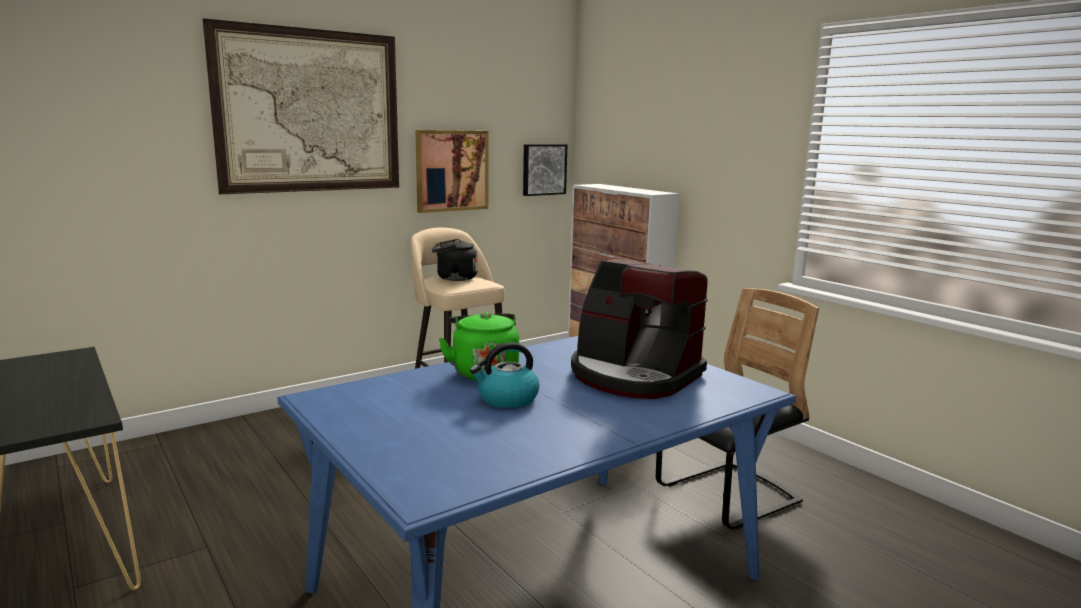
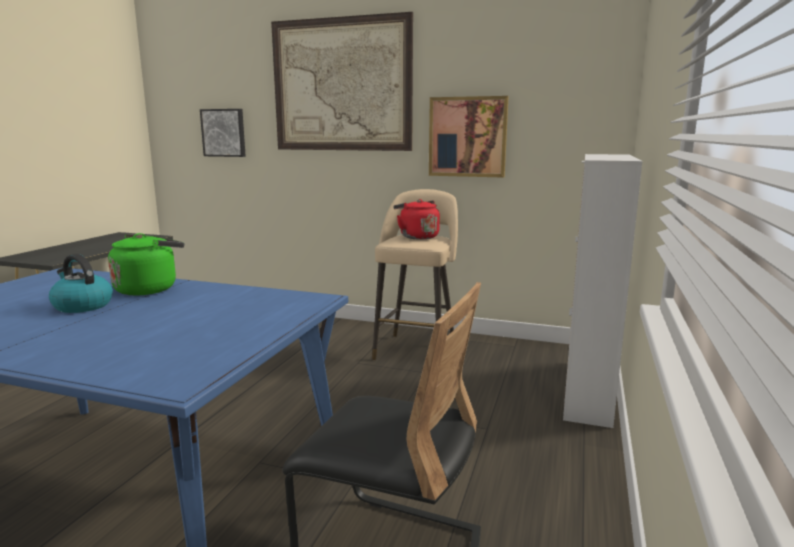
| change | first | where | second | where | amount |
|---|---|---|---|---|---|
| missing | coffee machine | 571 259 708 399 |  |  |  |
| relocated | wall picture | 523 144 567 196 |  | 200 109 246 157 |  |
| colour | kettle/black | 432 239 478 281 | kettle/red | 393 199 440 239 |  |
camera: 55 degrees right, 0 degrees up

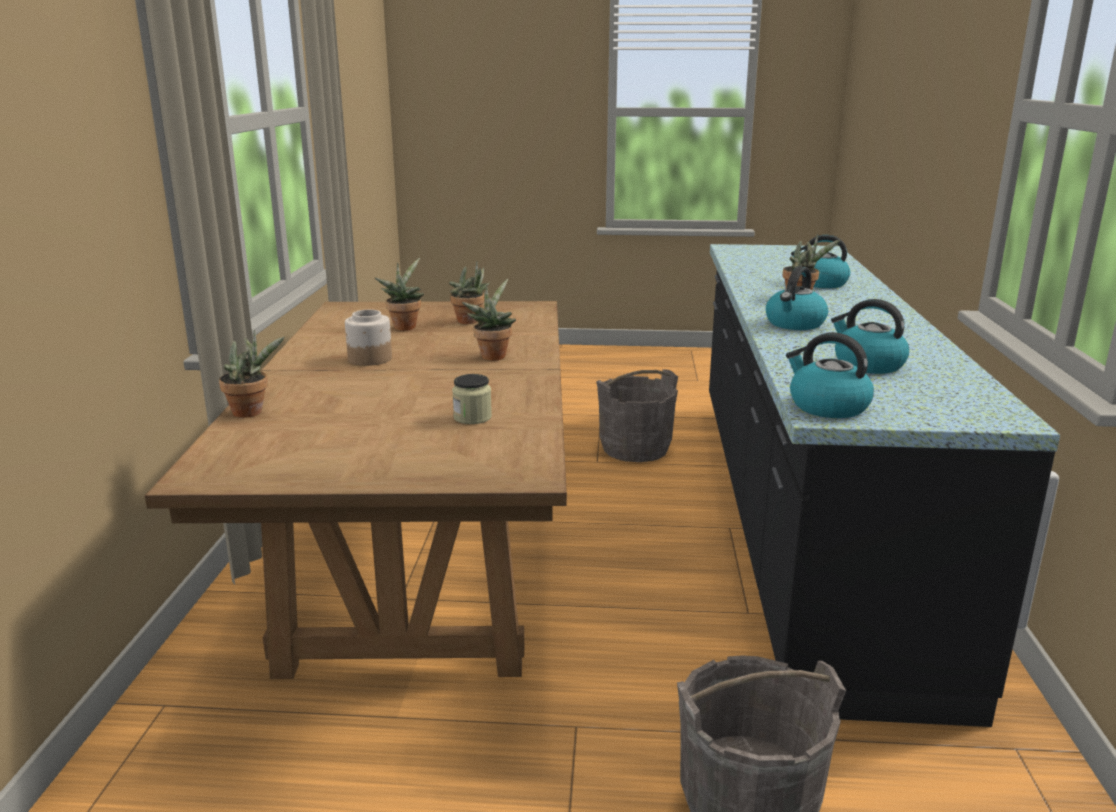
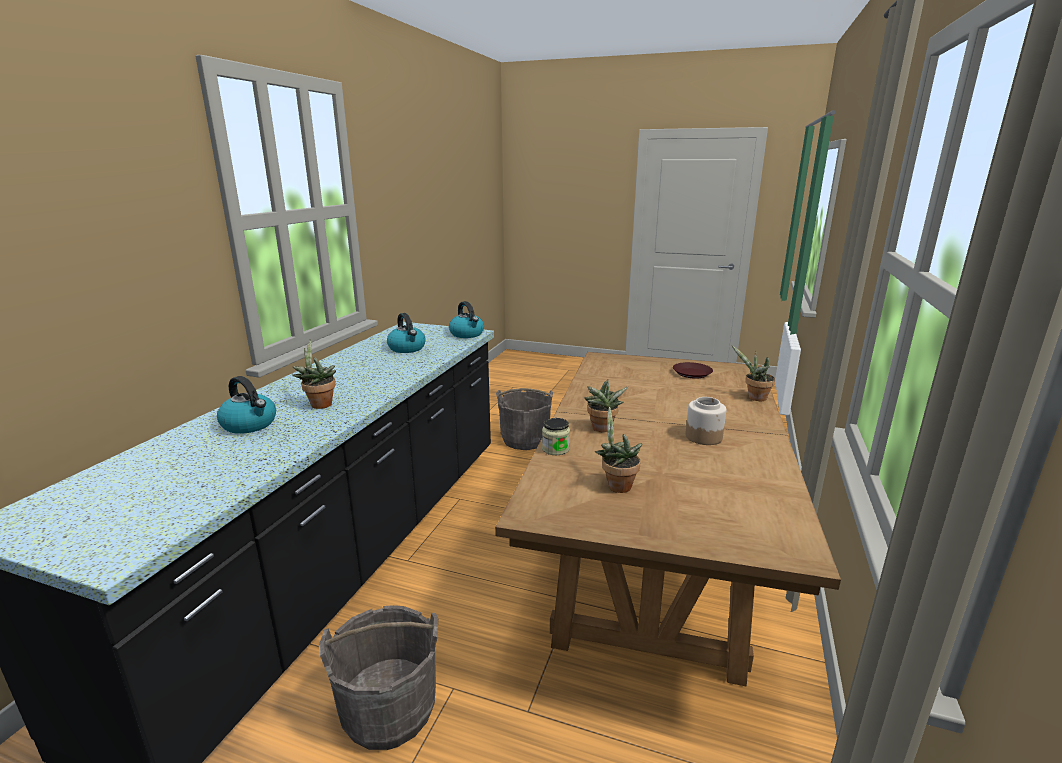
| change | first | where | second | where | amount |
|---|---|---|---|---|---|
| missing | plant in a pot | 375 258 424 331 |  |  |  |
| missing | kettle | 766 266 828 330 |  |  |  |
| appeared |  |  | dinner plate/brown-coloured | 673 362 713 379 |  |
| relocated | preserve jar | 452 374 492 424 |  | 542 418 570 455 |  |
camera: 165 degrees left, 0 degrees up

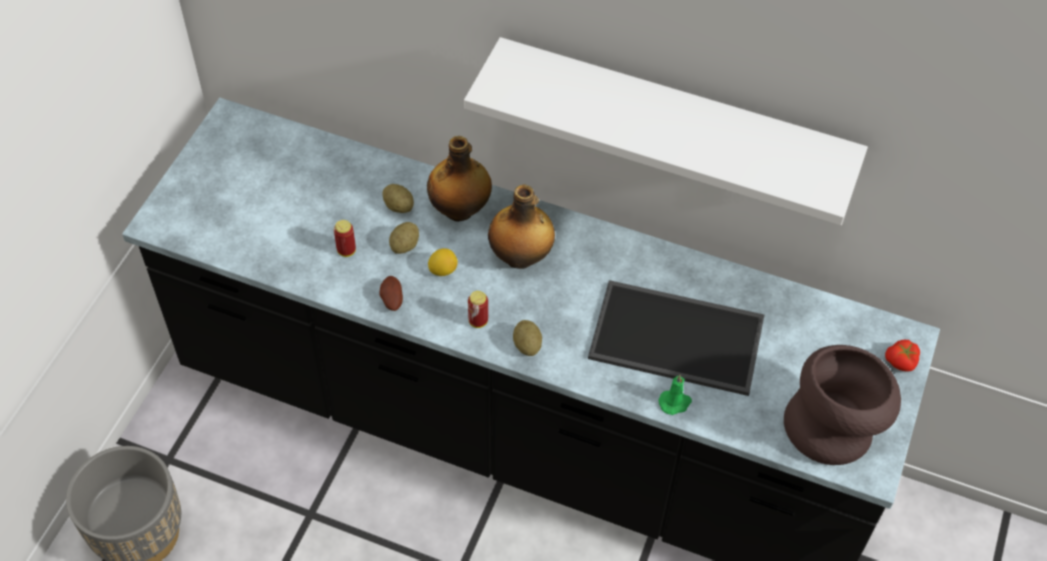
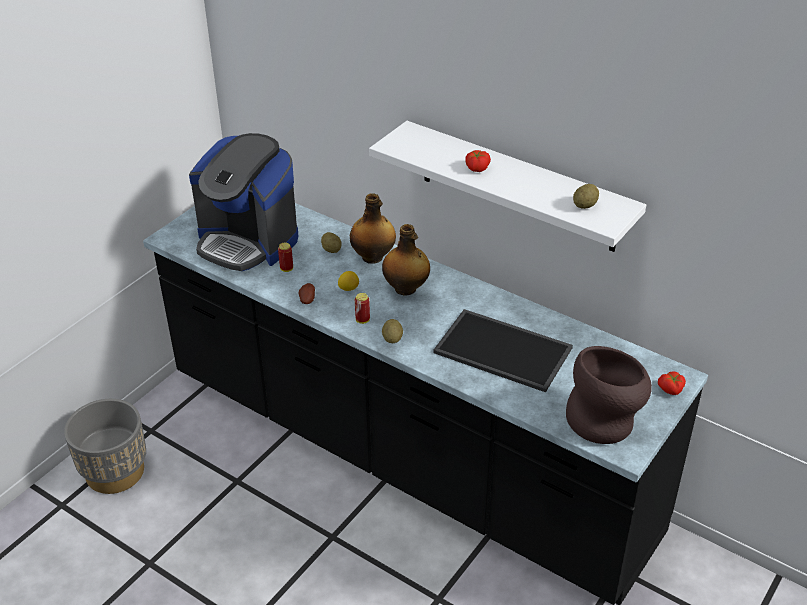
| change | first | where | second | where | amount |
|---|---|---|---|---|---|
| missing | candle/green | 658 375 692 415 |  |  |  |
| appeared |  |  | coffee machine | 189 133 298 271 |  |
| appeared |  |  | tomato | 465 150 491 172 |  |
| relocated | spud | 389 222 419 254 |  | 573 184 599 209 |  |
camera: 15 degrees right, 15 degrees down

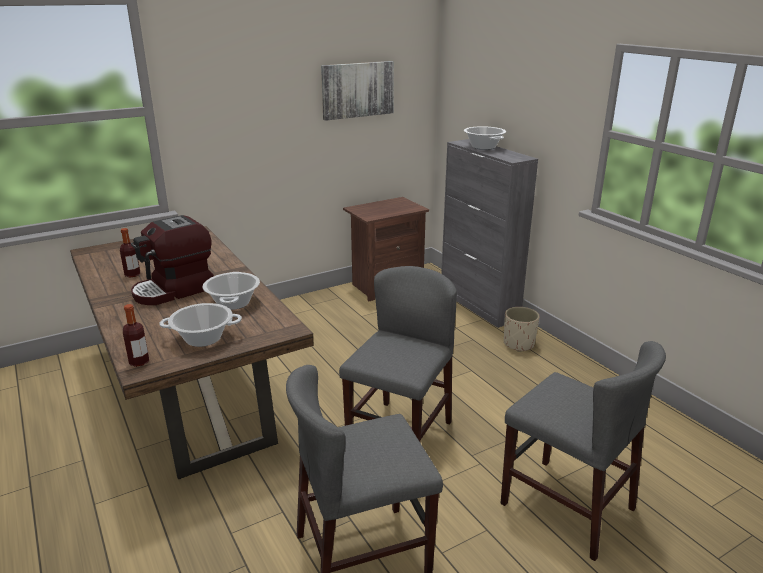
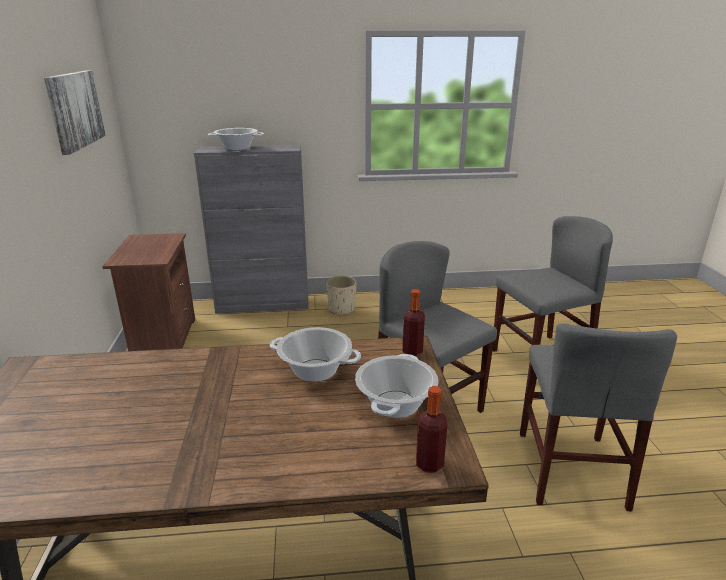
| change | first | where | second | where | amount |
|---|---|---|---|---|---|
| missing | coffee machine | 131 215 214 305 |  |  |  |
| relocated | drink bottle | 120 228 140 277 |  | 403 289 425 356 |  |
camera: 65 degrees left, 0 degrees up

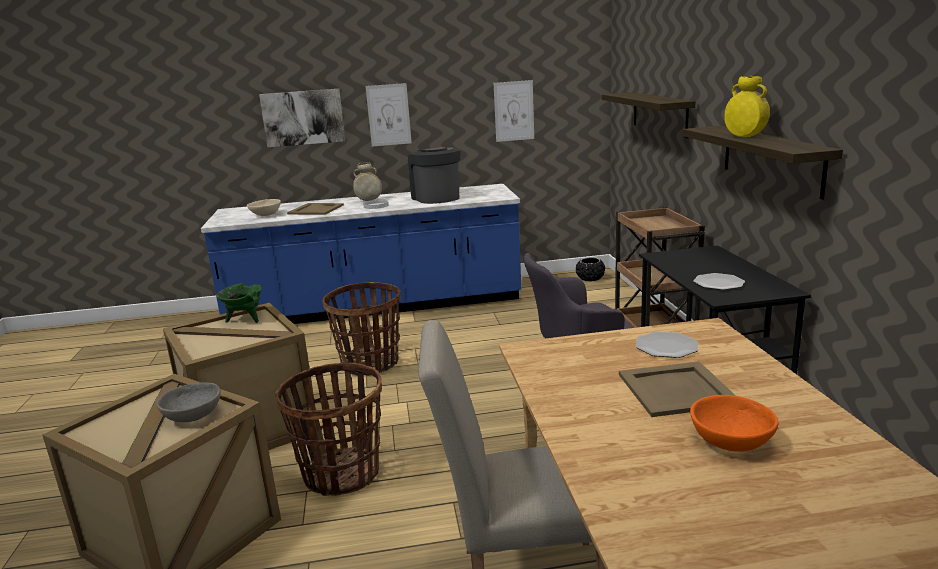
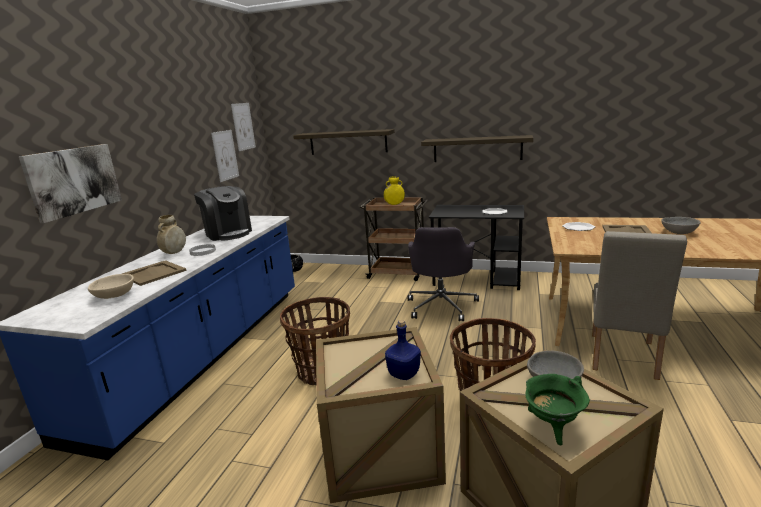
| change | first | where | second | where | amount |
|---|---|---|---|---|---|
| appeared |  |  | drink bottle/bluish | 385 320 421 380 |  |
| relocated | saucepot/green | 216 283 261 323 |  | 525 374 590 445 |  |
| relocated | wall picture | 366 83 412 147 |  | 231 103 256 151 |  |
| relocated | vase/yellow | 724 76 770 137 |  | 384 176 405 205 |  |
| colour | bowl/orange | 690 395 779 452 | bowl/gray | 662 217 701 234 |  |
| spun | coffee machine | 408 147 460 204 |  | 194 186 252 241 | 135 degrees counterclockwise |
camera: 65 degrees left, 0 degrees up

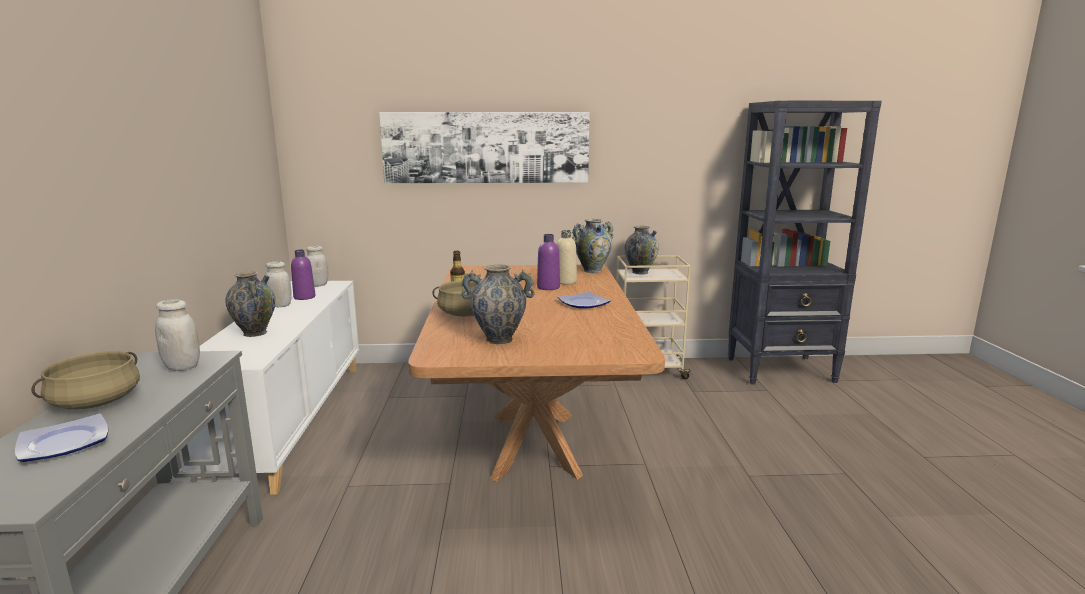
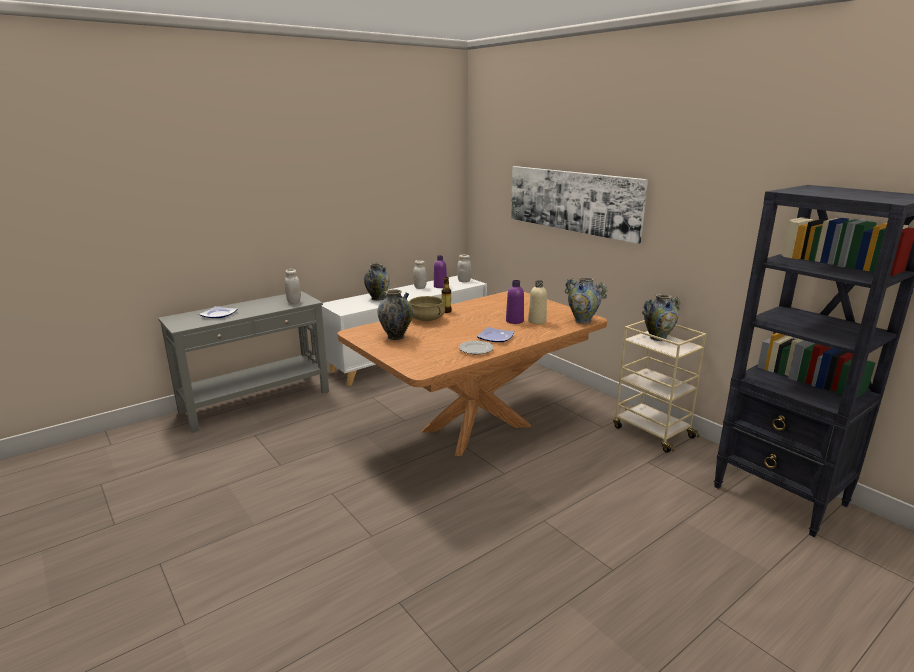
| change | first | where | second | where | amount |
|---|---|---|---|---|---|
| missing | saucepot/sand-coloured | 31 351 140 409 |  |  |  |
| appeared |  |  | dinner plate | 459 341 494 355 |  |
camera: 55 degrees right, 5 degrees up

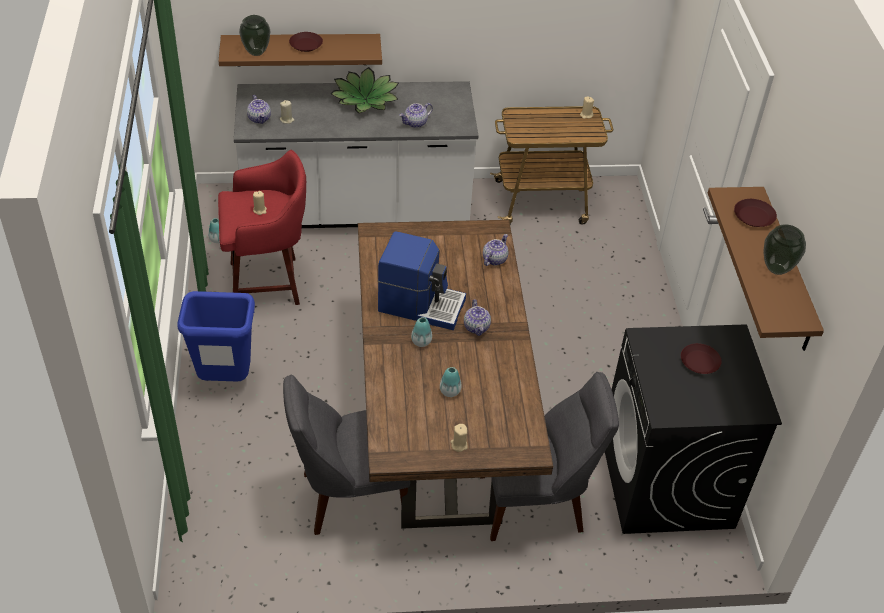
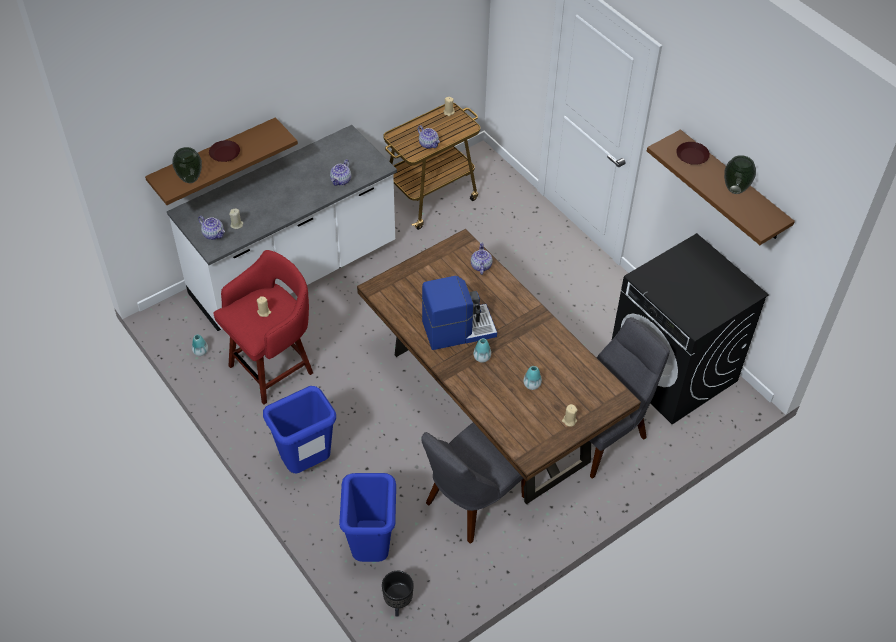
| change | first | where | second | where | amount |
|---|---|---|---|---|---|
| missing | plant in a pot | 330 67 399 113 |  |  |  |
| missing | dinner plate/brown-coloured | 681 343 722 374 |  |  |  |
| appeared |  |  | waste bin/bluish | 339 473 396 562 |  |
| appeared |  |  | flower pot/black | 382 571 414 617 |  |
| relocated | tea pot | 464 299 491 336 |  | 418 125 440 149 |  |
camera: 30 degrees left, 5 degrees up

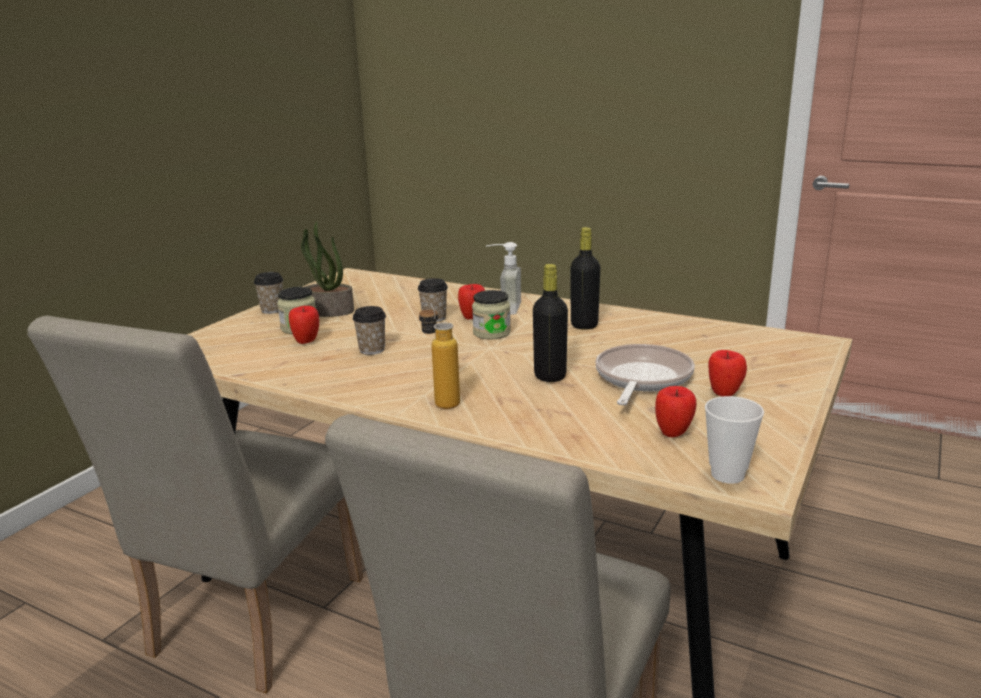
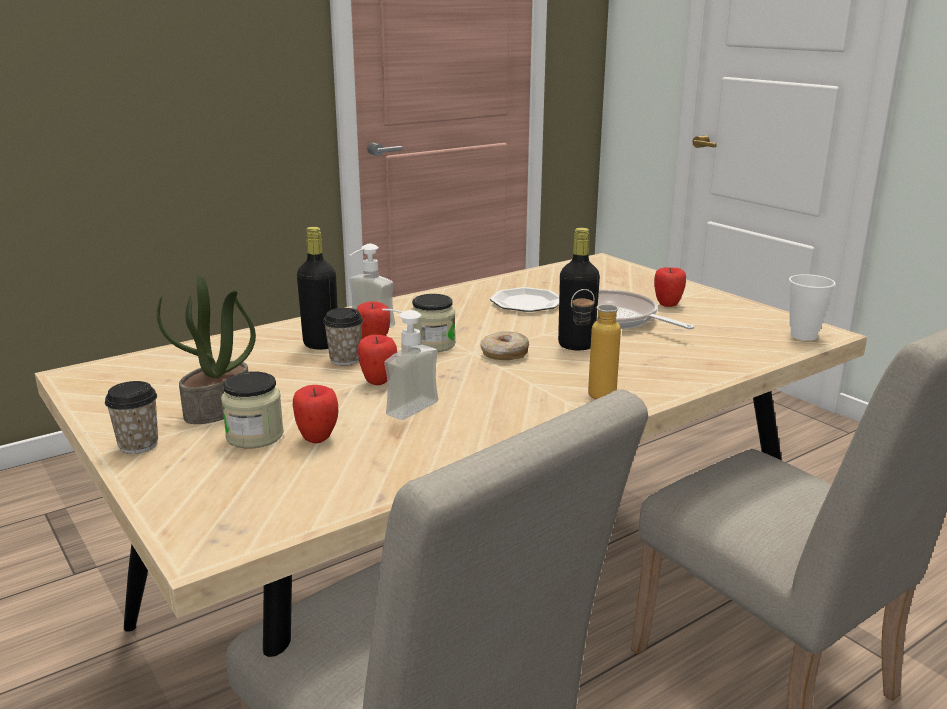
| change | first | where | second | where | amount |
|---|---|---|---|---|---|
| appeared |  |  | ring doughnut | 480 331 529 360 |  |
| appeared |  |  | dinner plate | 490 287 559 312 |  |
| relocated | drink bottle/black | 570 227 600 330 |  | 297 227 337 349 |  |
| relocated | apple | 655 386 696 437 |  | 358 335 397 385 |  |
| exchanged | small cup | 353 306 386 355 | soap dispenser | 382 309 438 420 |  |
camera: 65 degrees left, 0 degrees up

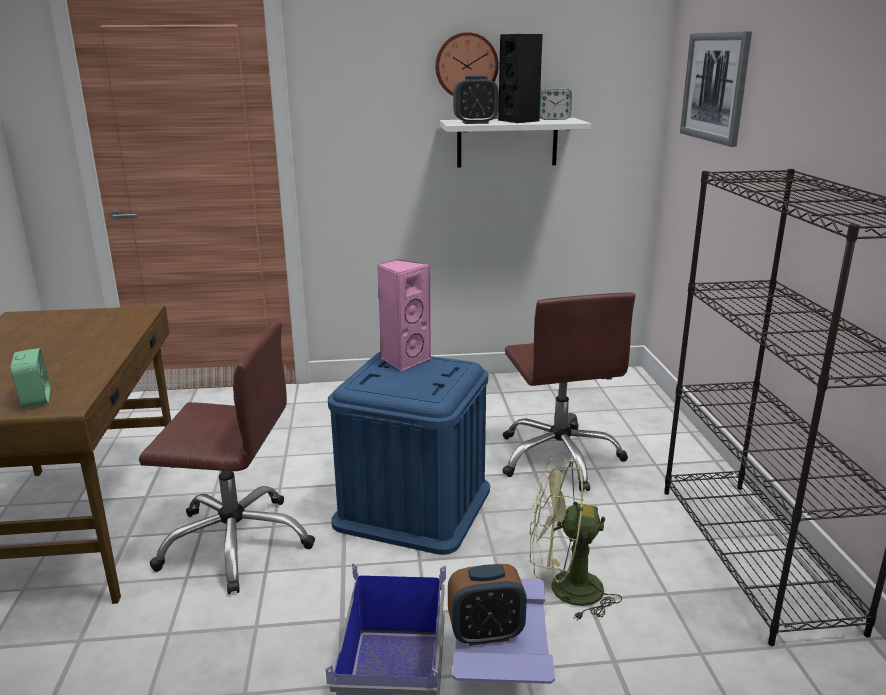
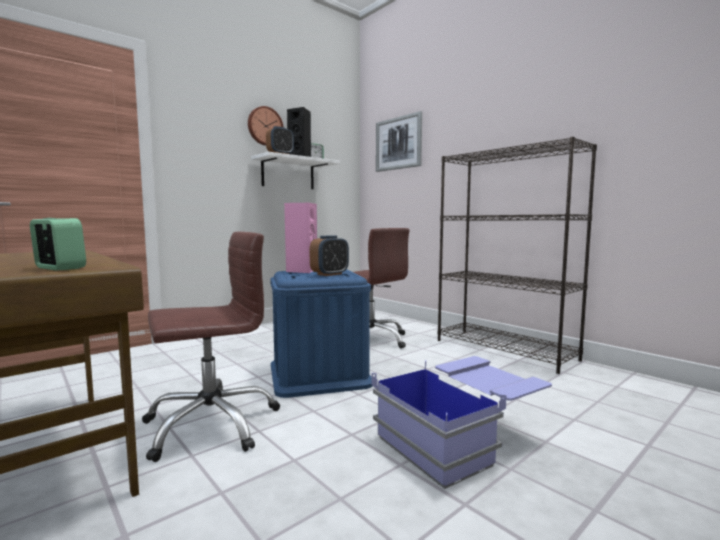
| change | first | where | second | where | amount |
|---|---|---|---|---|---|
| missing | fan/green | 530 457 622 620 |  |  |  |
| relocated | table clock | 448 564 527 646 |  | 310 235 349 276 |  |
camera: 35 degrees left, 15 degrees down

